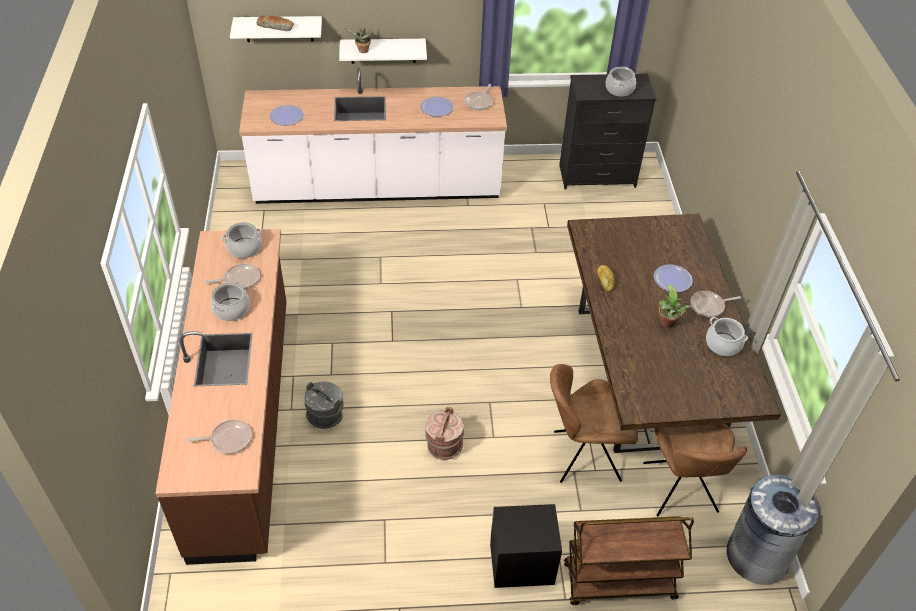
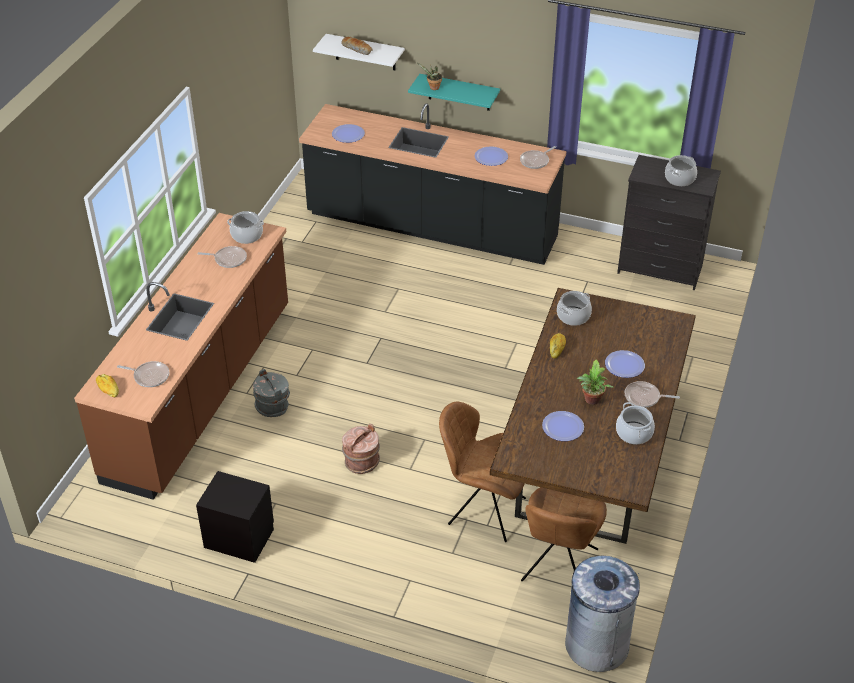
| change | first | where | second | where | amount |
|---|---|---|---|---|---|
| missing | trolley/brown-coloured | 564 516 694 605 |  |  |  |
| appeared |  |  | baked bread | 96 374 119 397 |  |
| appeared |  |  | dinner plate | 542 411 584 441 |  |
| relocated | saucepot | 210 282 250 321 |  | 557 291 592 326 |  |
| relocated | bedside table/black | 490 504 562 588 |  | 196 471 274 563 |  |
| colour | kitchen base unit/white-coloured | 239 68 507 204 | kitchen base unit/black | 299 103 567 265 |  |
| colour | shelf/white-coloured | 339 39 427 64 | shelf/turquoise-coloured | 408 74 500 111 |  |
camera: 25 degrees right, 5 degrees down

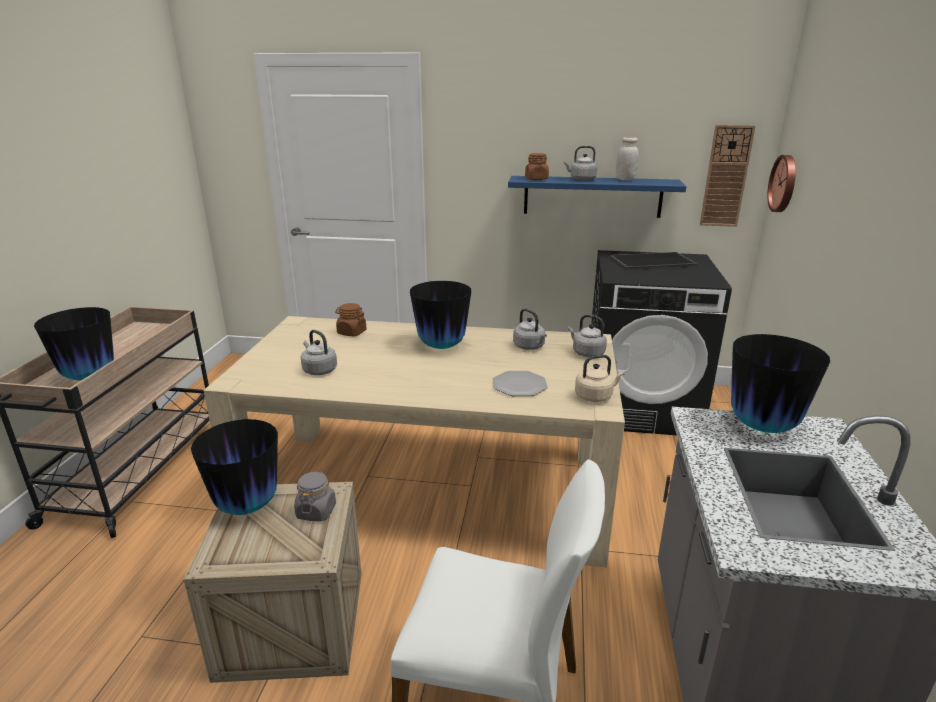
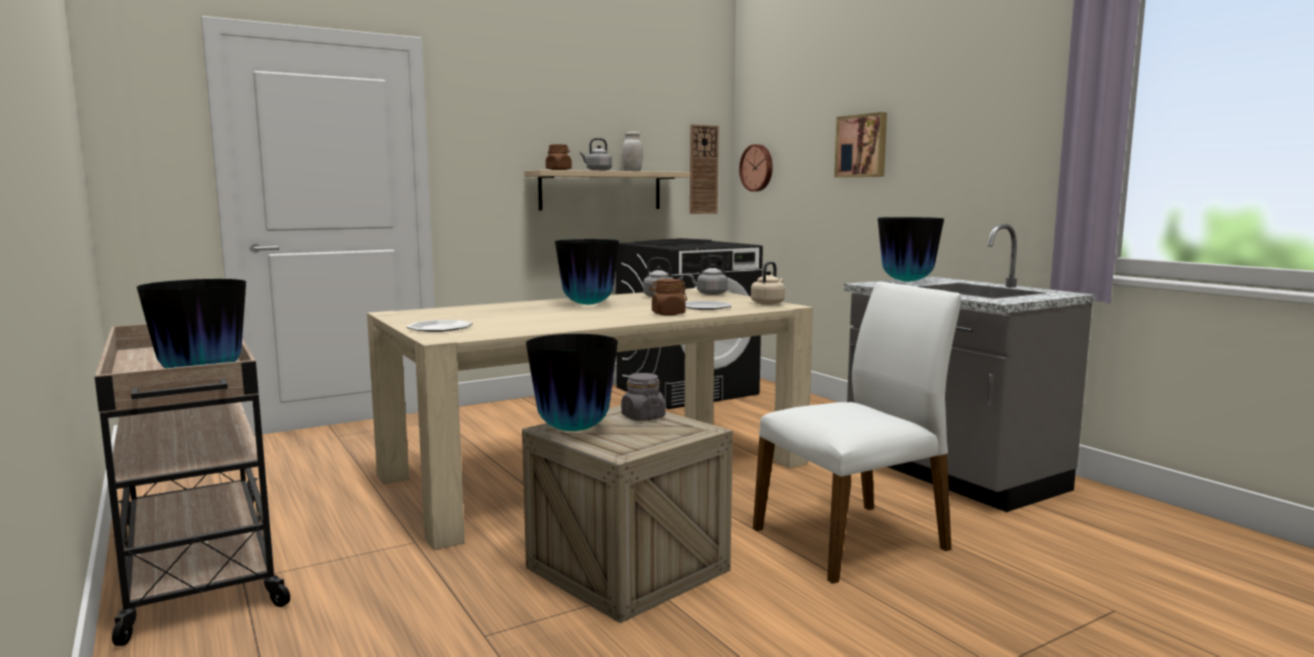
| change | first | where | second | where | amount |
|---|---|---|---|---|---|
| missing | kettle/gray | 301 330 337 375 |  |  |  |
| appeared |  |  | dinner plate | 406 320 473 332 |  |
| appeared |  |  | wall picture | 834 112 887 178 |  |
| relocated | preserve jar/brown-coloured | 335 303 366 336 |  | 649 279 687 316 |  |
| colour | shelf/bluish | 508 176 687 218 | shelf/sand-coloured | 524 170 690 210 |  |
camera: 40 degrees left, 15 degrees down

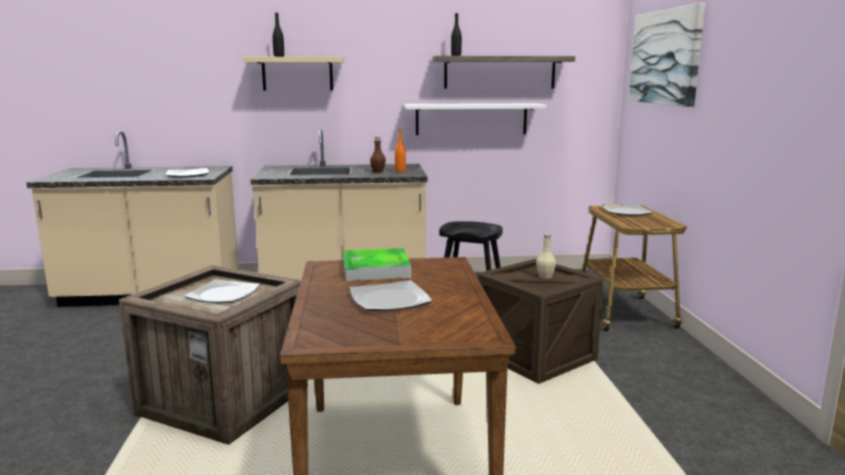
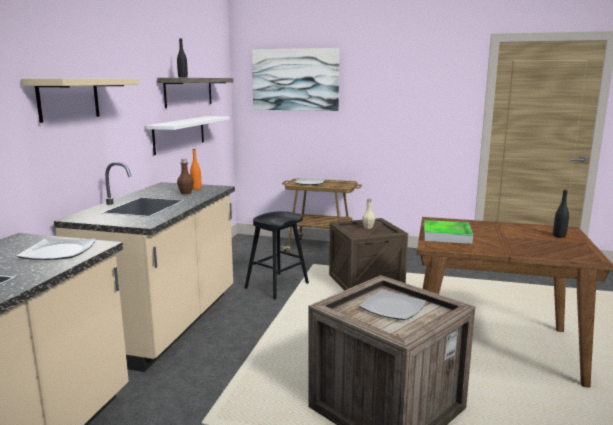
| change | first | where | second | where | amount |
|---|---|---|---|---|---|
| missing | dinner plate | 350 280 432 311 |  |  |  |
| relocated | drink bottle/black | 272 13 284 57 |  | 553 189 569 238 |  |
camera: 70 degrees left, 0 degrees up

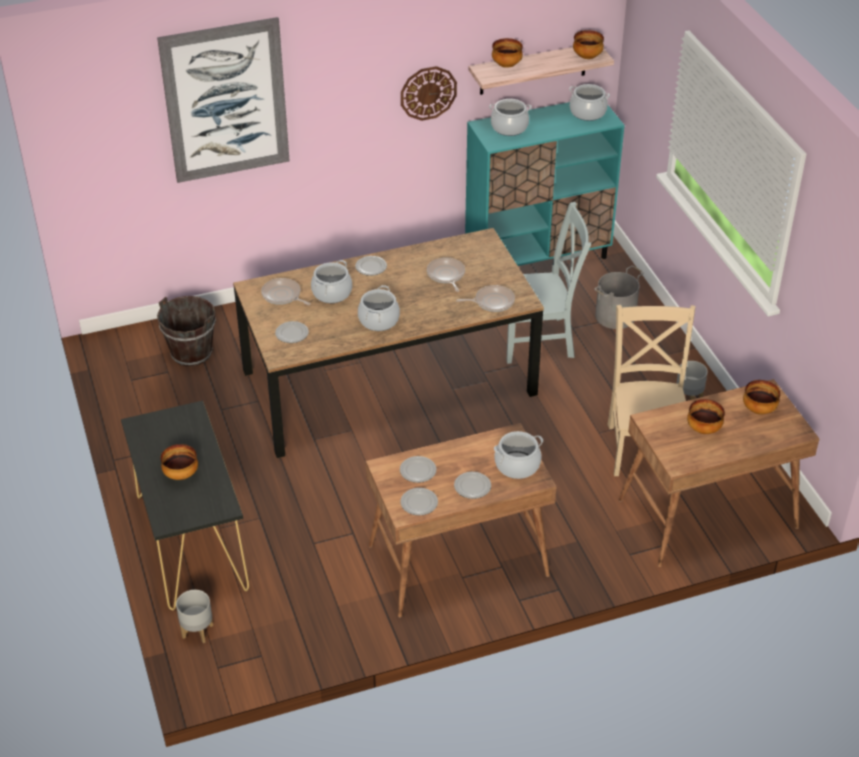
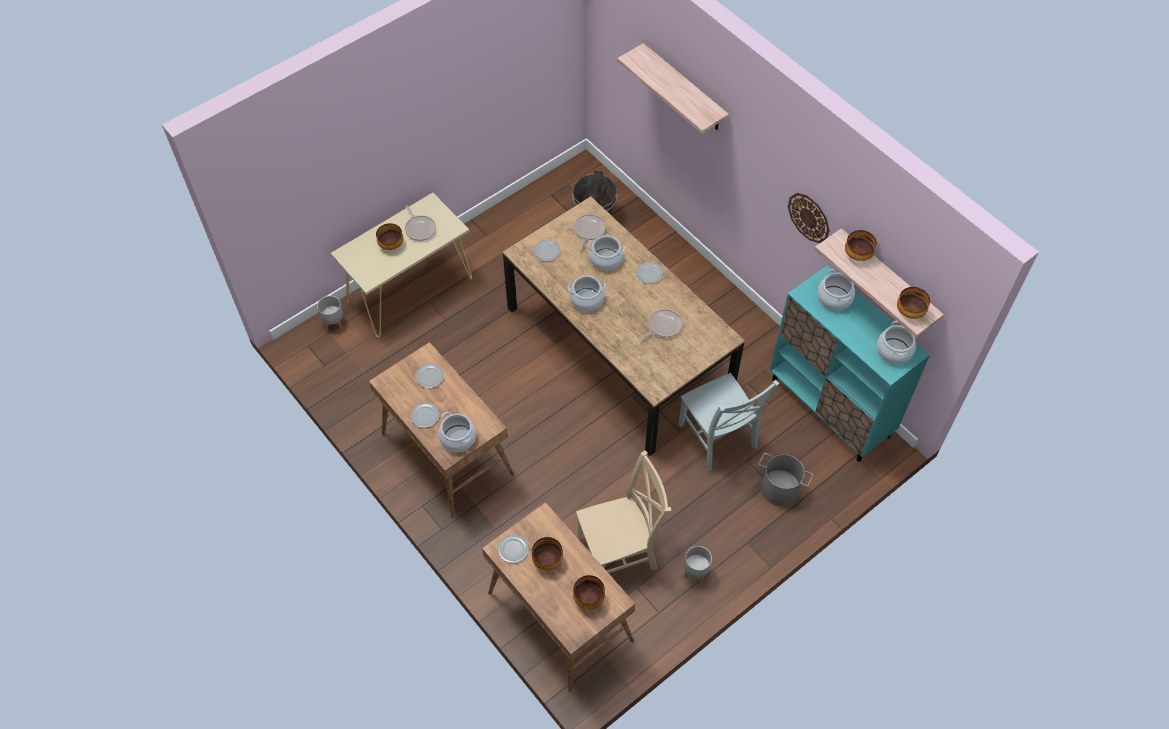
| change | first | where | second | where | amount |
|---|---|---|---|---|---|
| relocated | dinner plate | 400 488 438 516 |  | 498 534 529 563 |  |
| relocated | skillet | 456 285 515 312 |  | 405 205 436 241 |  |
| exchanged | wall picture | 157 17 290 183 | shelf | 617 43 729 133 |  |
| colour | console table/black | 121 401 249 610 | console table/sand-coloured | 331 193 472 337 |  |
camera: 70 degrees right, 15 degrees up

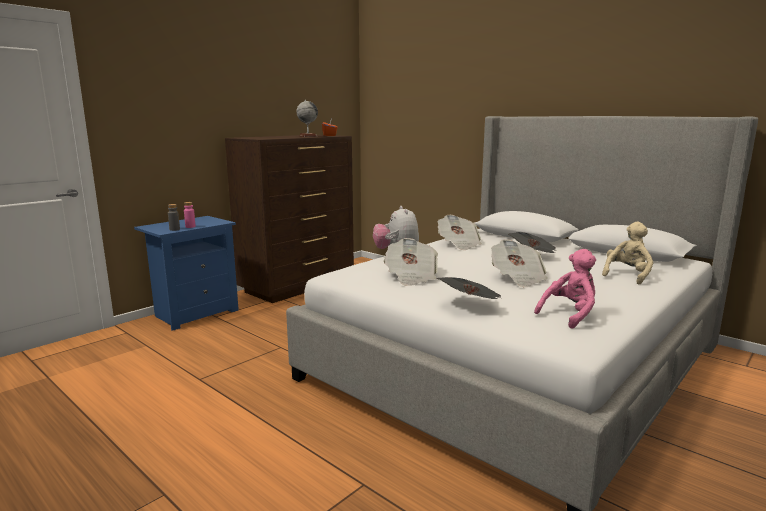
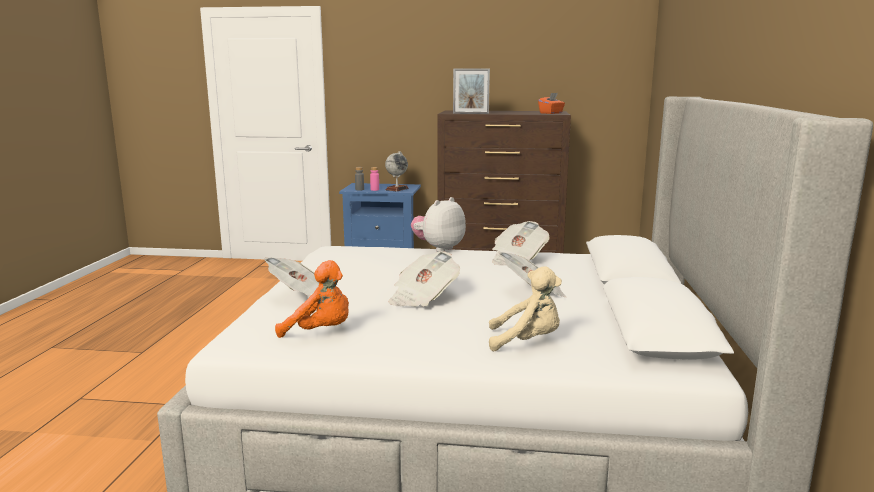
| change | first | where | second | where | amount |
|---|---|---|---|---|---|
| missing | newspaper | 383 238 438 286 |  |  |  |
| appeared |  |  | standing frame | 453 69 490 114 |  |
| relocated | globe | 296 100 318 137 |  | 385 151 409 192 |  |
| colour | cuddly toy/pink-coloured | 534 249 596 329 | cuddly toy/orange | 275 260 349 338 |  |
camera: 55 degrees right, 0 degrees up

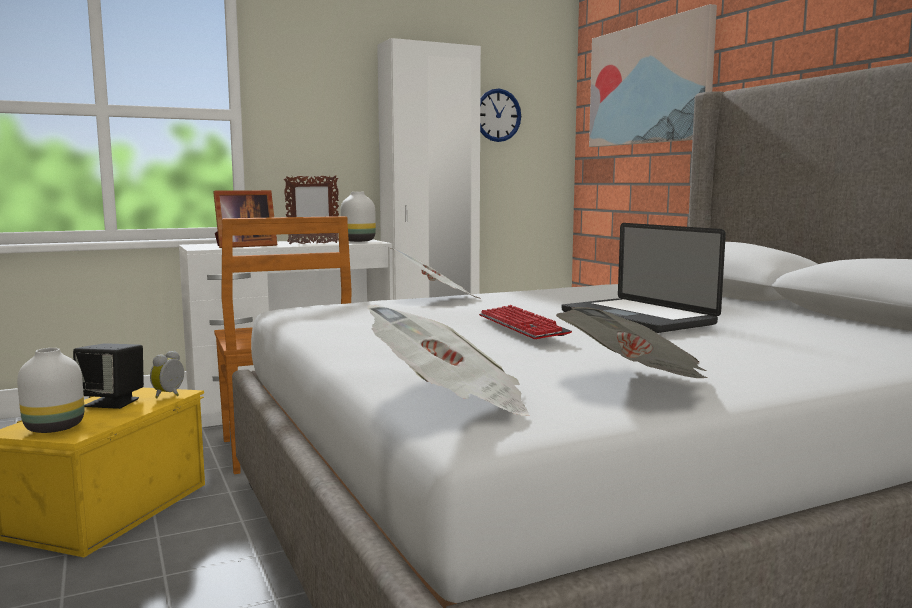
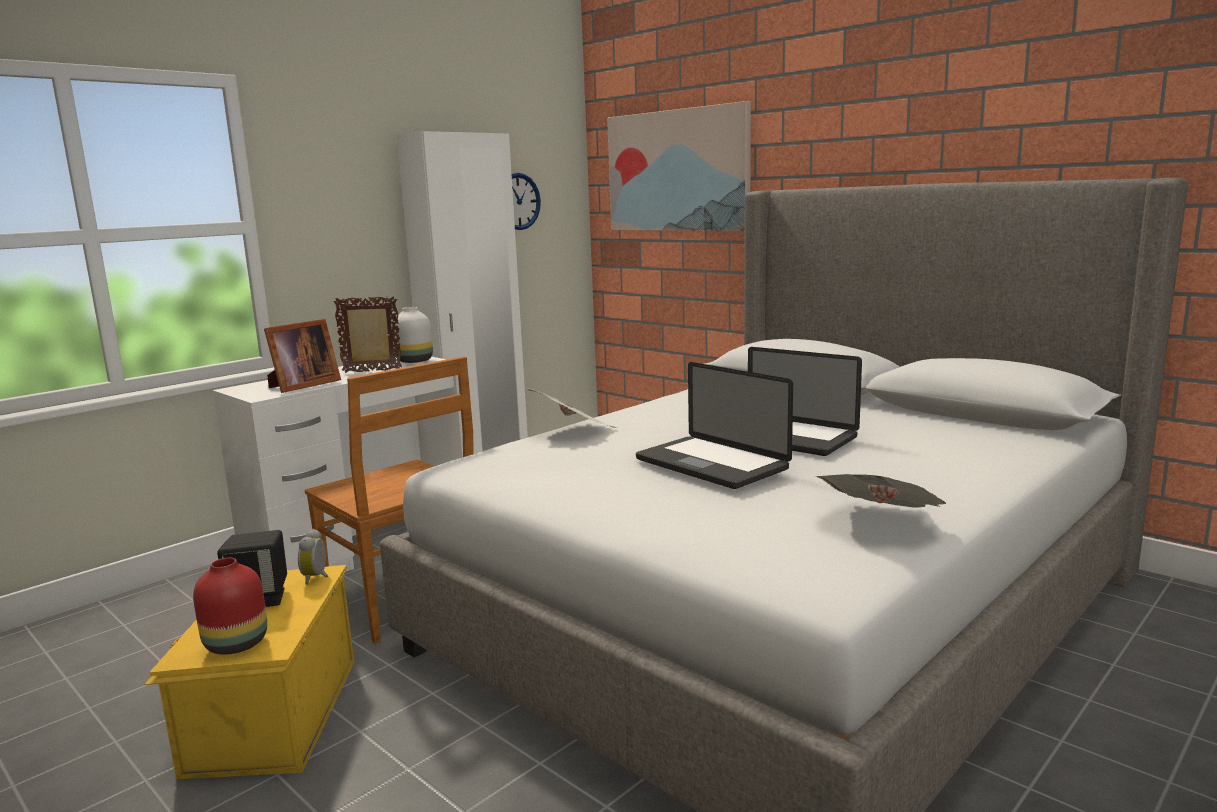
| change | first | where | second | where | amount |
|---|---|---|---|---|---|
| missing | newspaper | 367 305 529 416 |  |  |  |
| exchanged | PC keyboard | 479 305 572 339 | portable computer | 636 362 793 489 |  |
| colour | vase/white-coloured | 17 348 84 433 | vase/red | 193 558 267 655 |  |
| spun | standing frame | 284 176 339 244 |  | 334 296 402 373 | 135 degrees counterclockwise |
camera: 20 degrees left, 5 degrees up

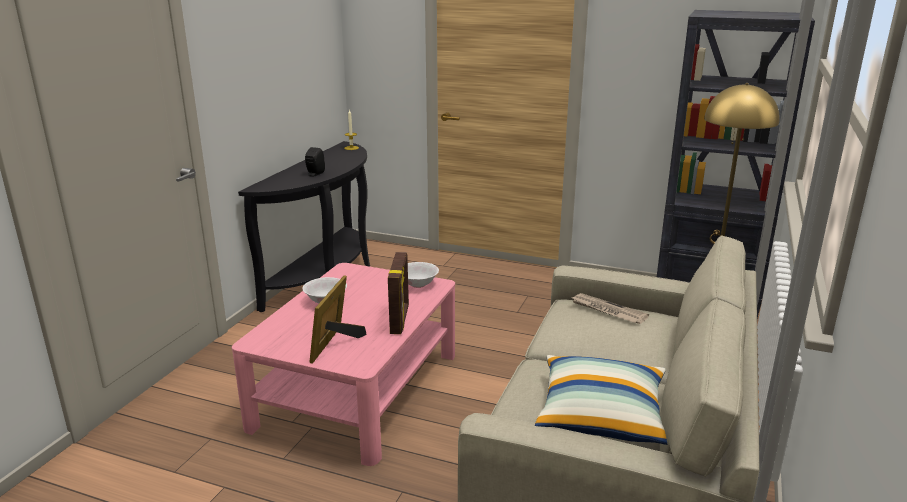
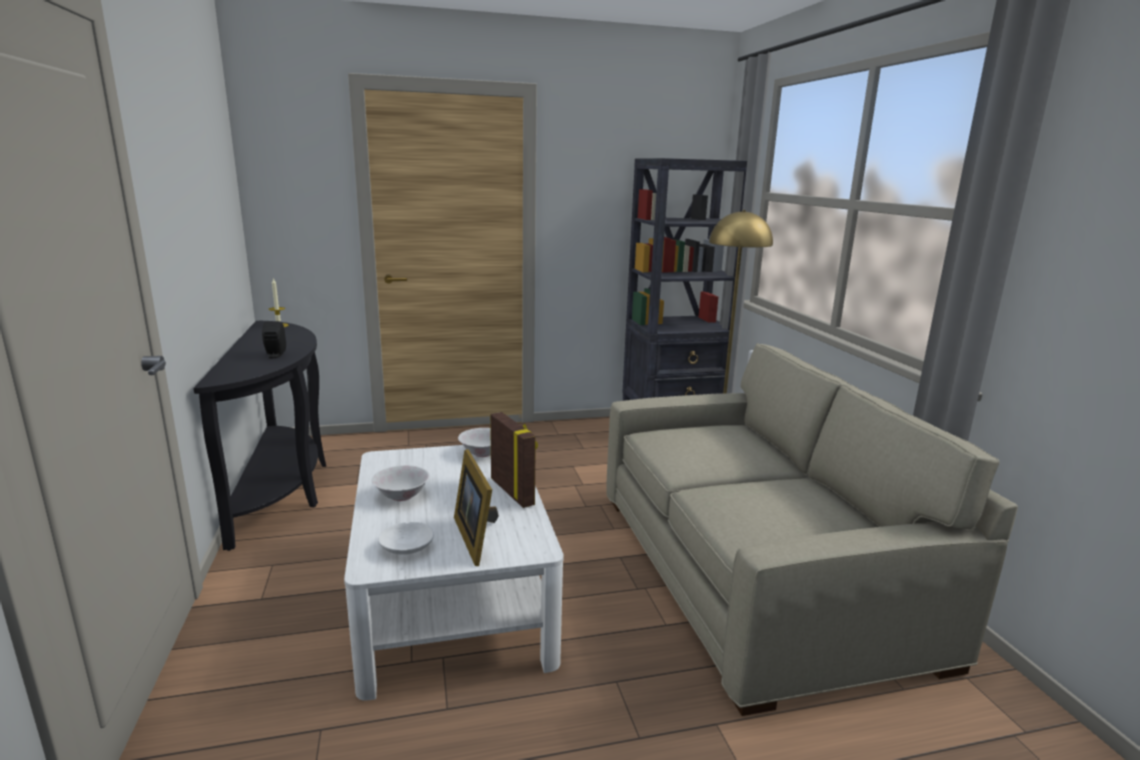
| change | first | where | second | where | amount |
|---|---|---|---|---|---|
| missing | pillow | 535 355 667 445 |  |  |  |
| missing | newspaper | 570 293 649 324 |  |  |  |
| appeared |  |  | bowl/white-coloured | 378 522 434 555 |  |
| colour | lounge table/pink-coloured | 232 263 455 466 | lounge table/white-coloured | 344 445 564 701 |  |
camera: 35 degrees left, 5 degrees down

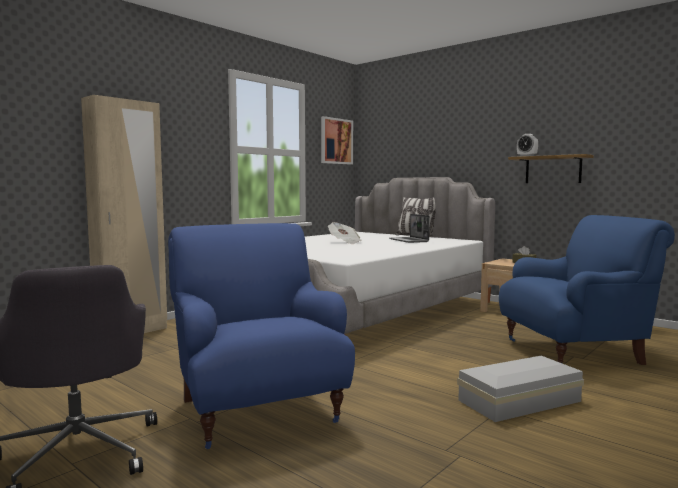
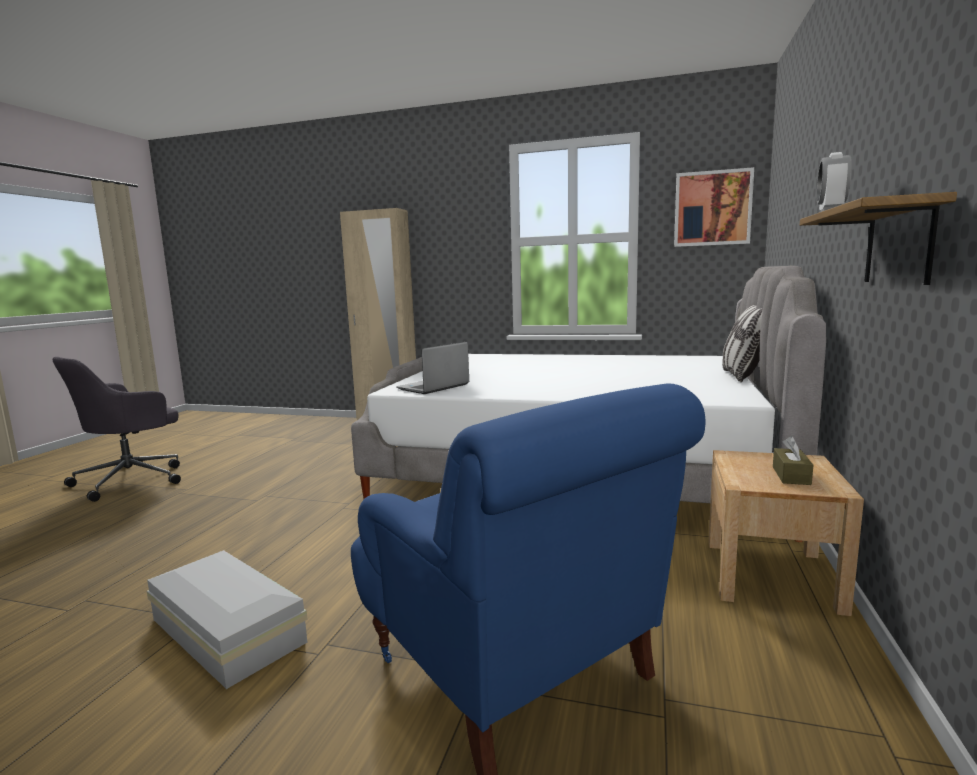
| change | first | where | second | where | amount |
|---|---|---|---|---|---|
| missing | lounge chair/bluish | 168 223 355 449 |  |  |  |
| missing | newspaper | 328 222 362 244 |  |  |  |
| relocated | portable computer | 390 214 430 243 |  | 396 342 469 394 |  |
camera: 65 degrees right, 5 degrees up

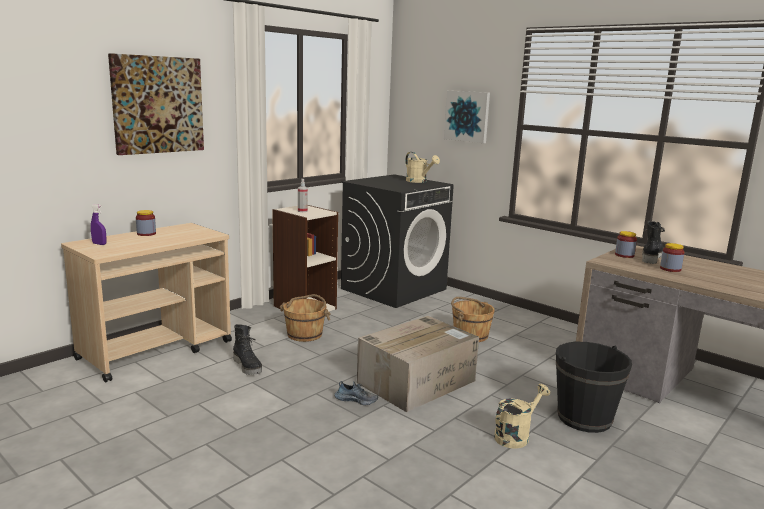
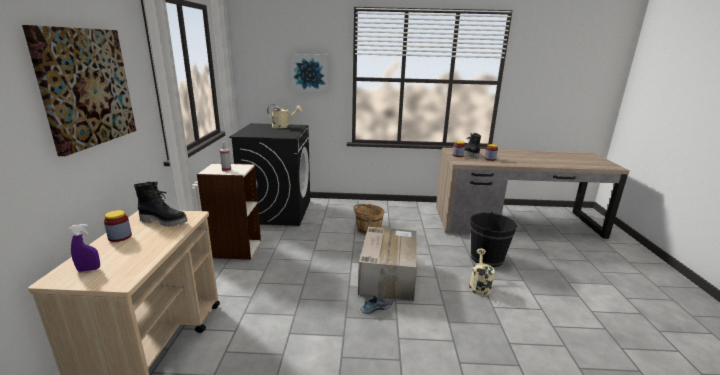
| change | first | where | second | where | amount |
|---|---|---|---|---|---|
| missing | bucket/brown-coloured | 280 294 331 342 |  |  |  |
| relocated | high-top boot/black | 233 324 262 375 |  | 134 181 188 227 |  |
camera: 40 degrees left, 5 degrees up

